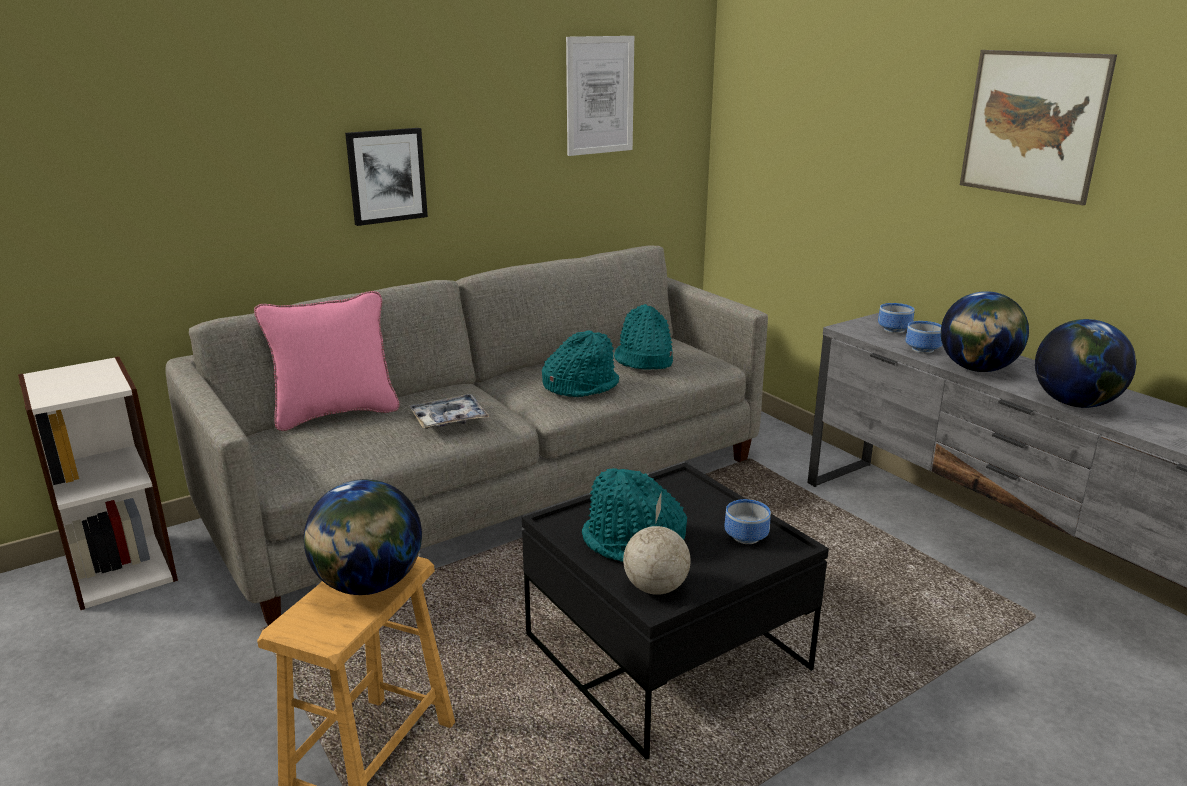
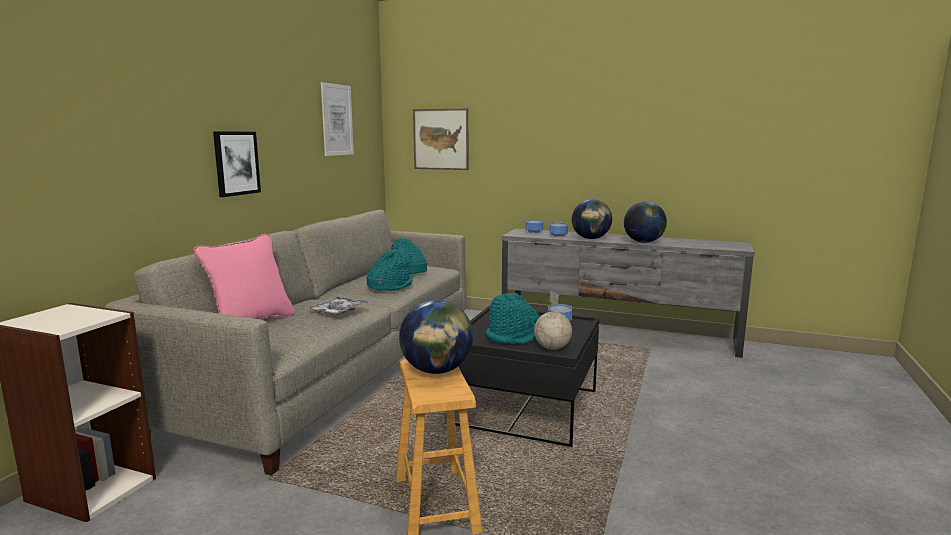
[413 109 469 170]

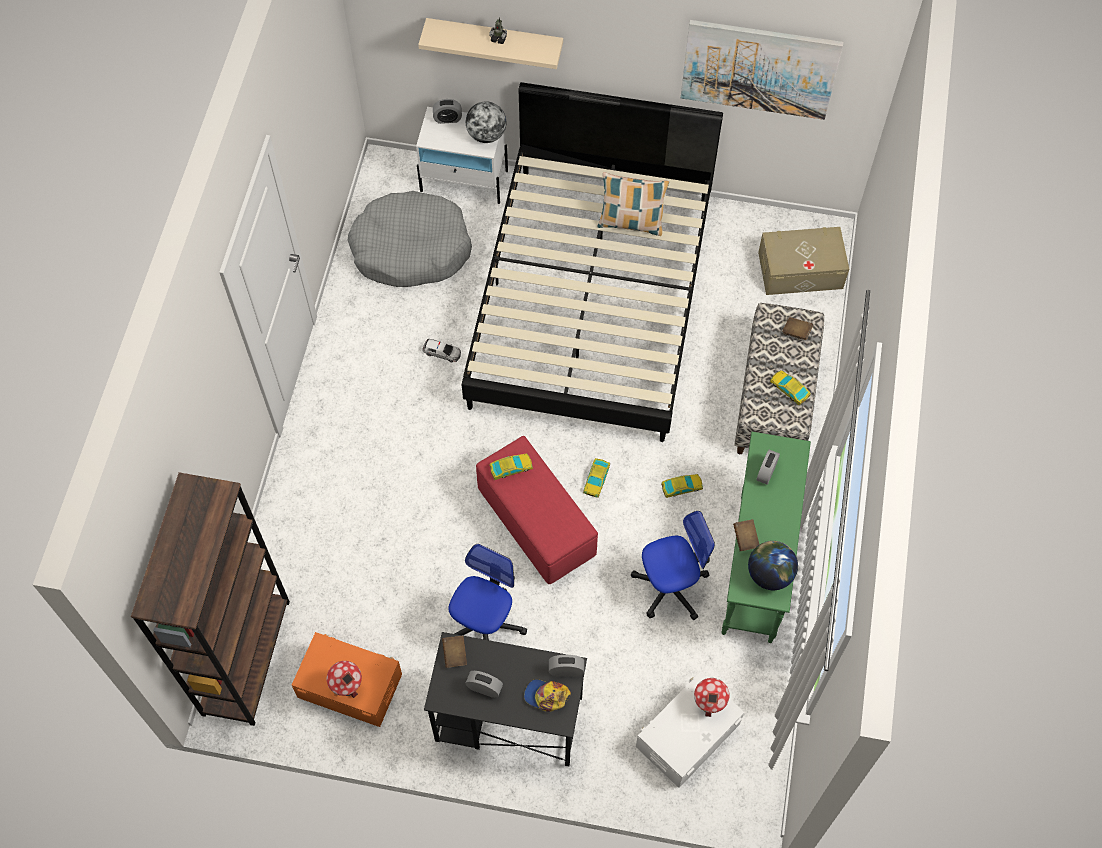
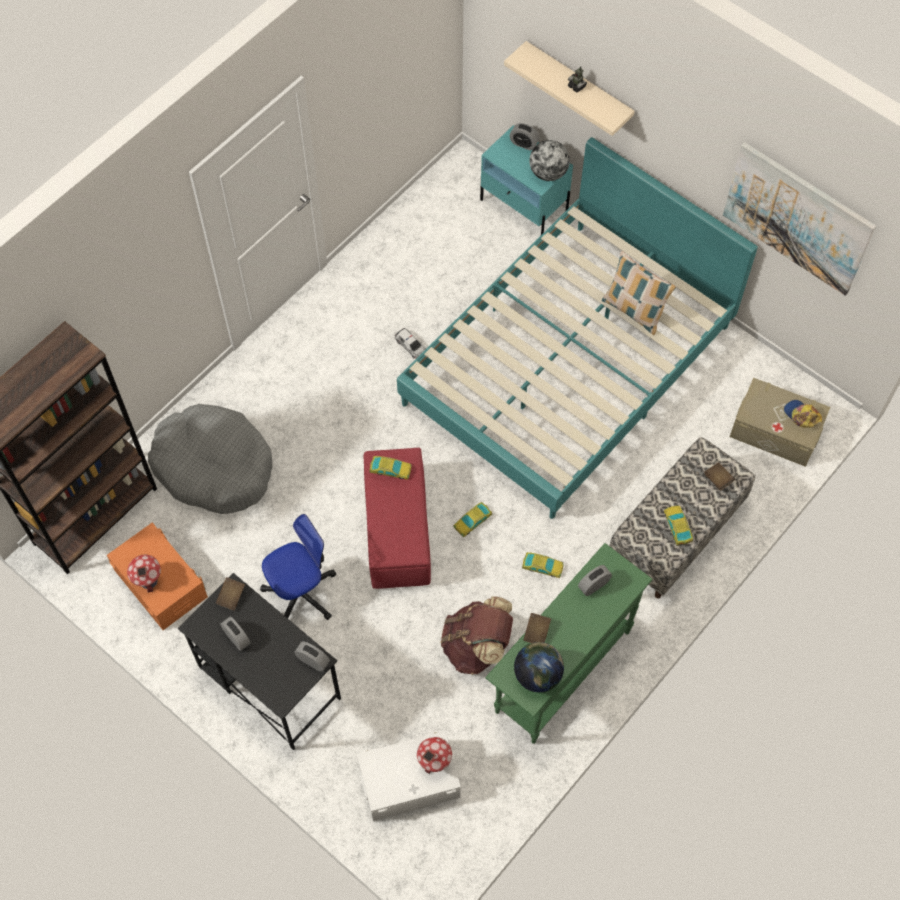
[148 404 272 514]
[784 400 822 428]
[441 596 513 675]
[480 125 573 235]
[397 137 758 519]

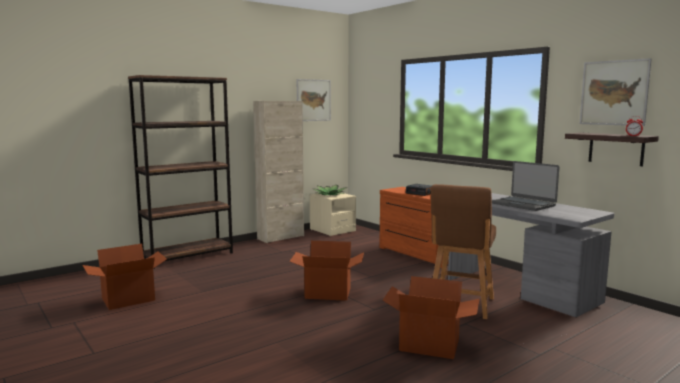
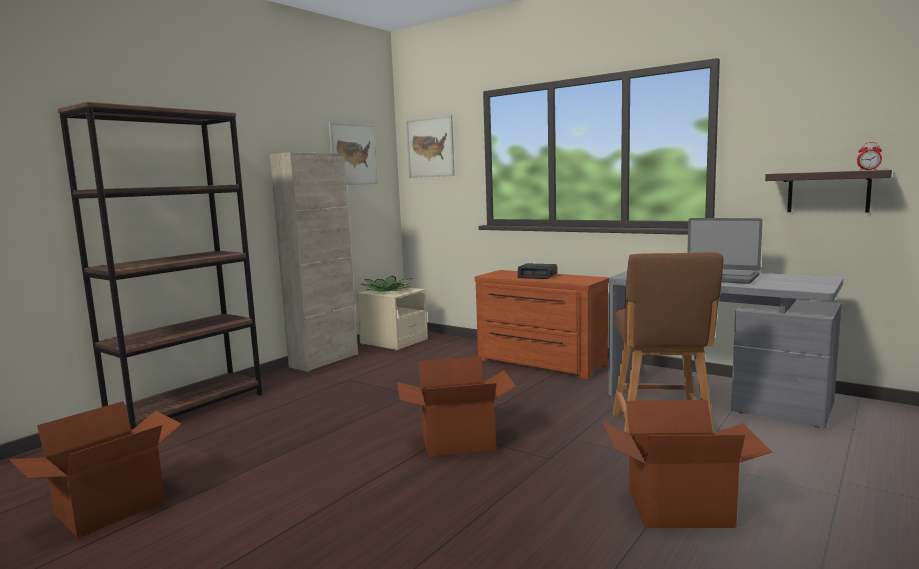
[406 115 455 178]

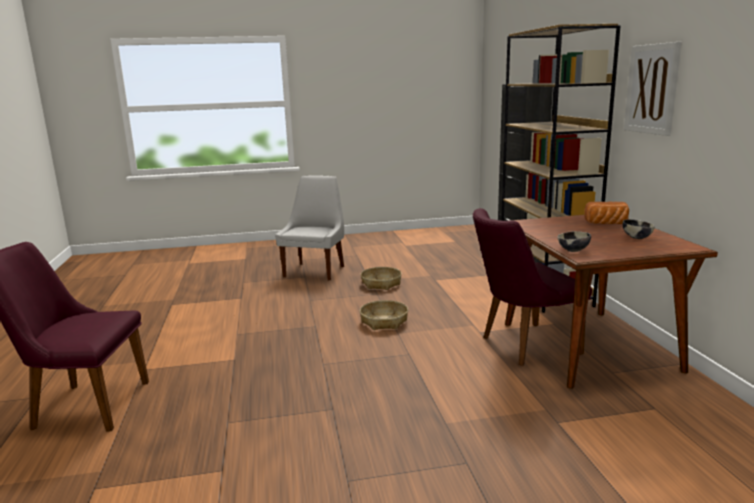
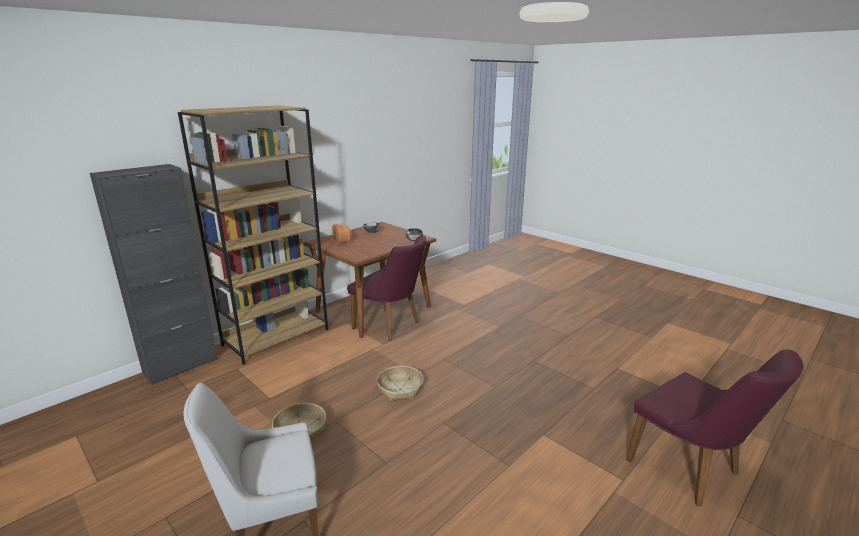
[624 42 682 136] (first image)

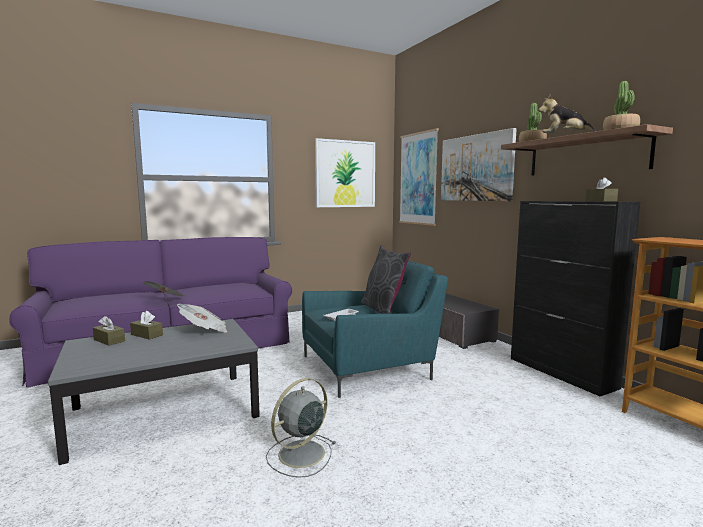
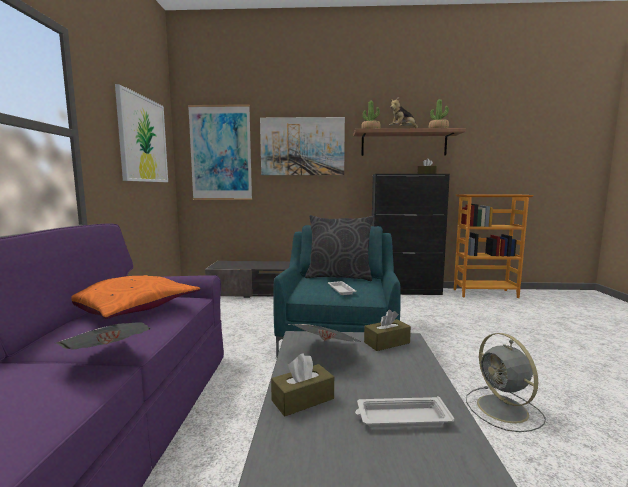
[71 275 200 319]
[355 396 454 427]
[364 310 411 351]

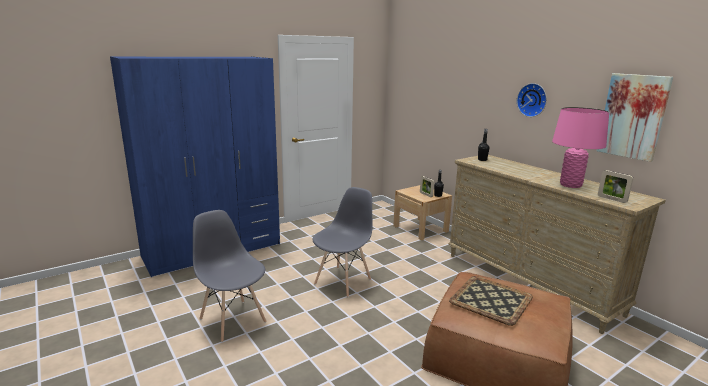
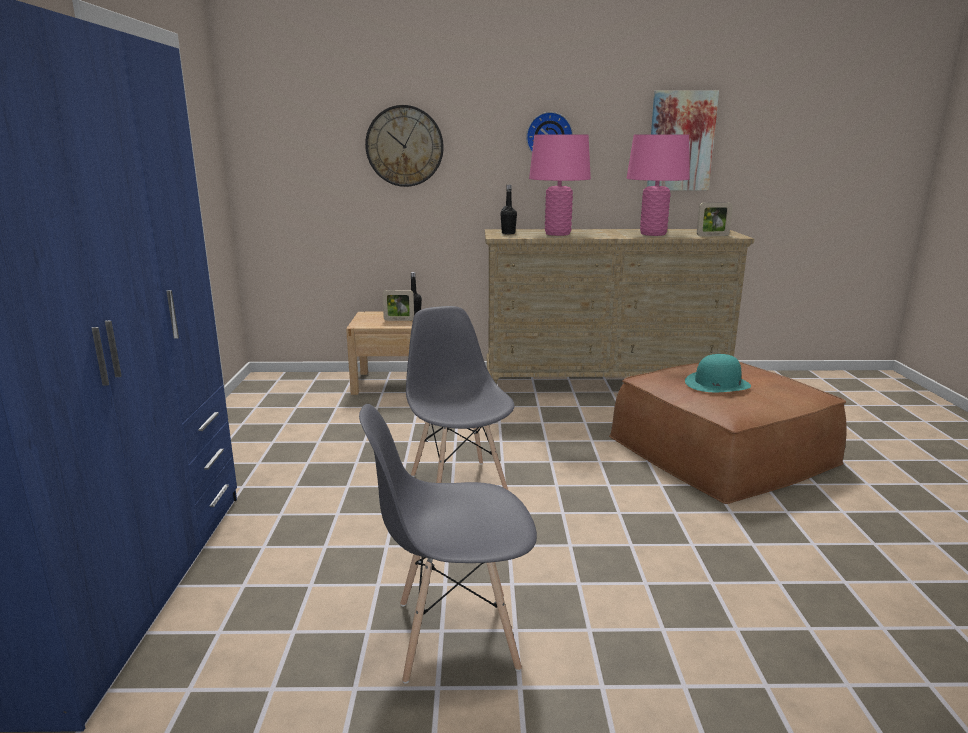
[365 105 444 187]
[529 134 591 236]
[685 354 751 392]

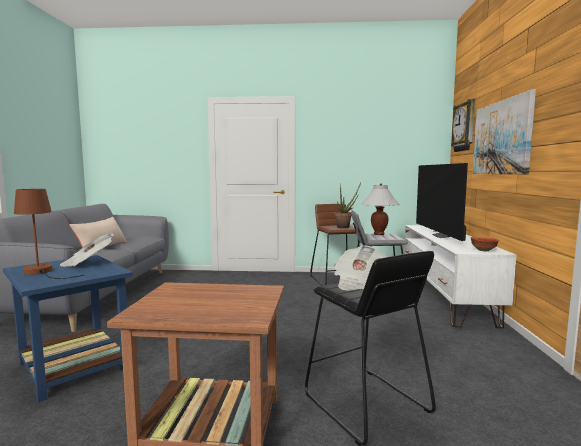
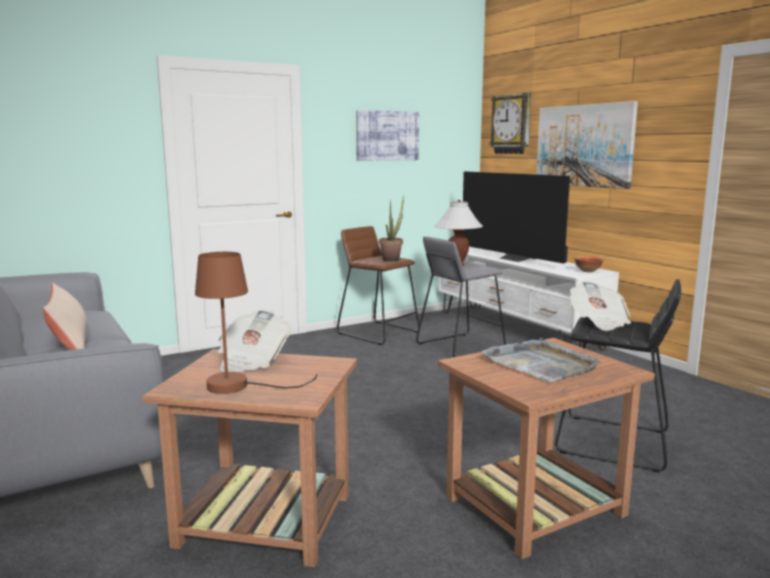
[356 110 419 161]
[482 338 601 382]
[142 349 357 567]

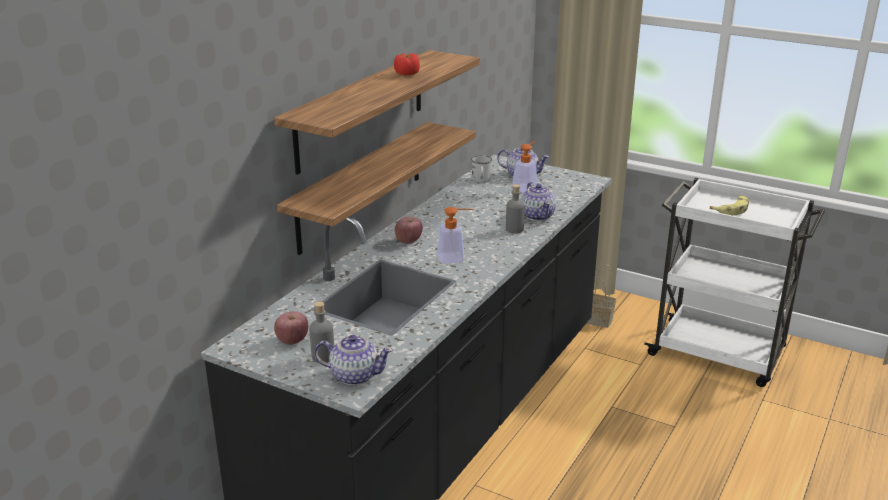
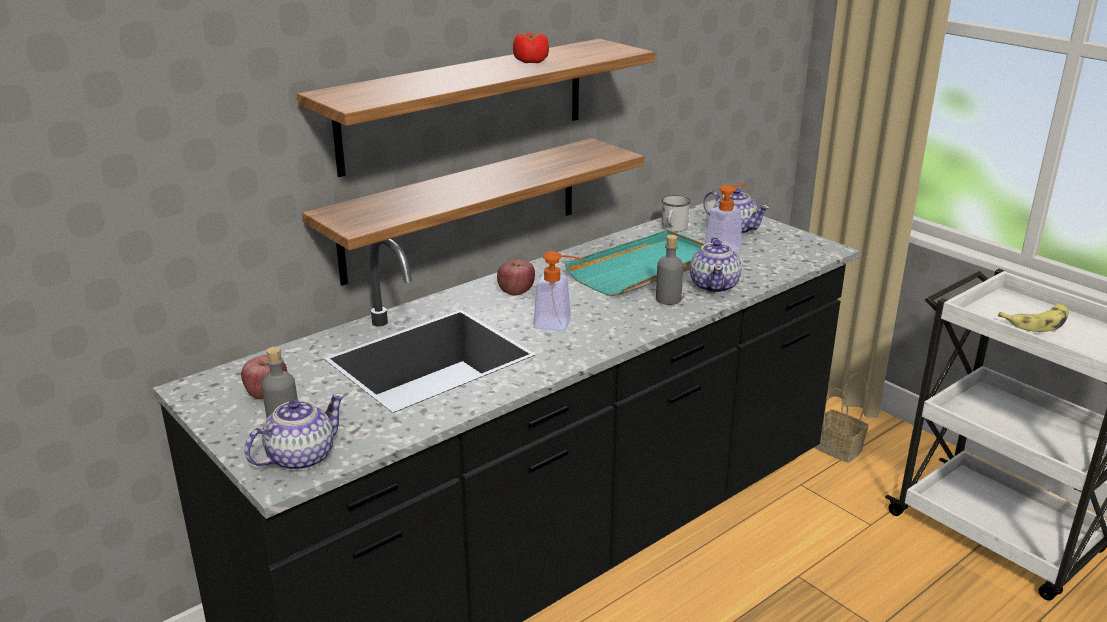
[565 230 704 296]
[245 393 345 471]

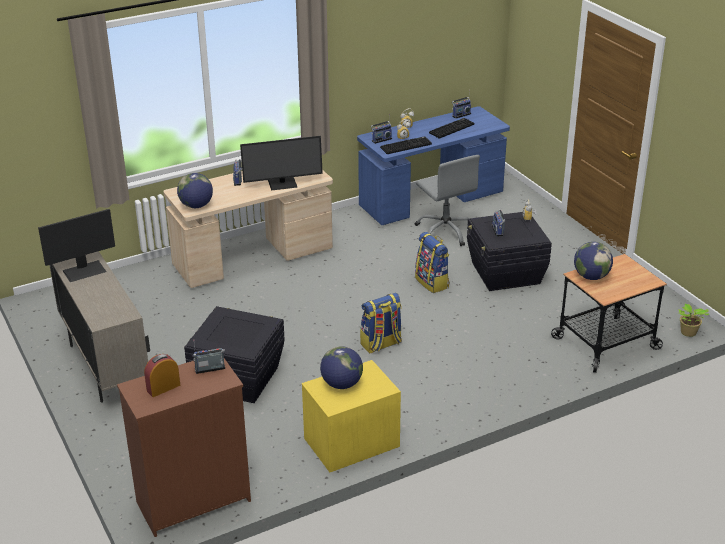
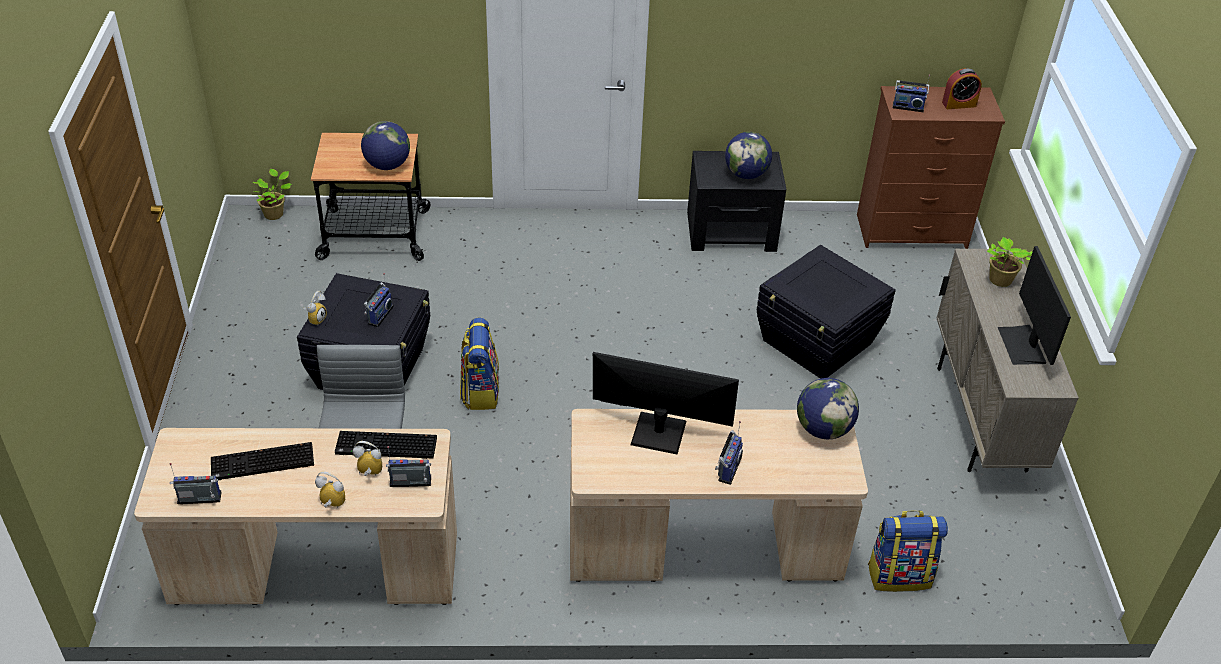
[987 237 1033 287]
[868 510 948 592]
[687 151 786 252]
[134 428 457 605]
[998 246 1071 365]

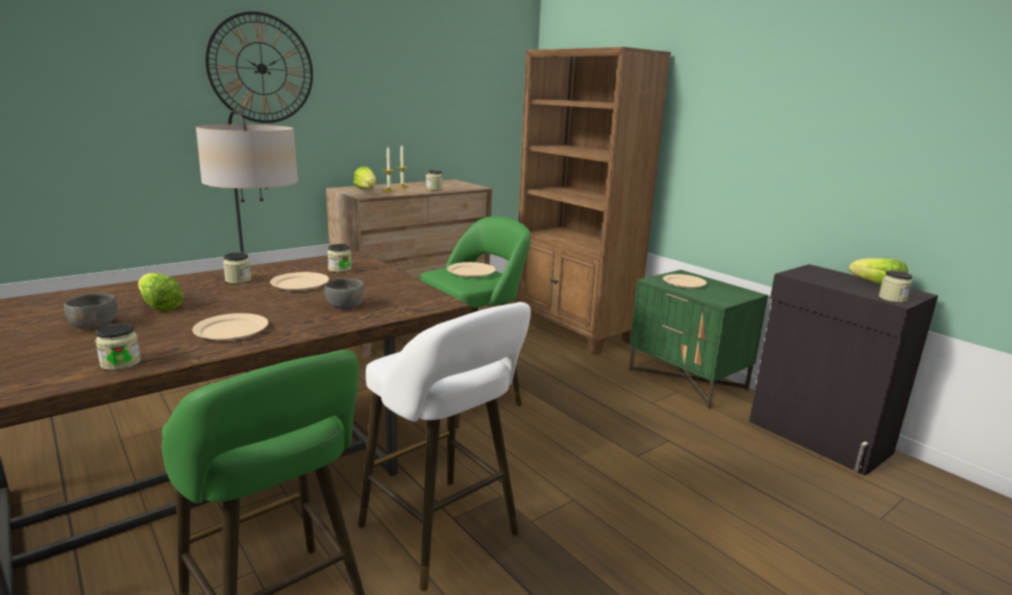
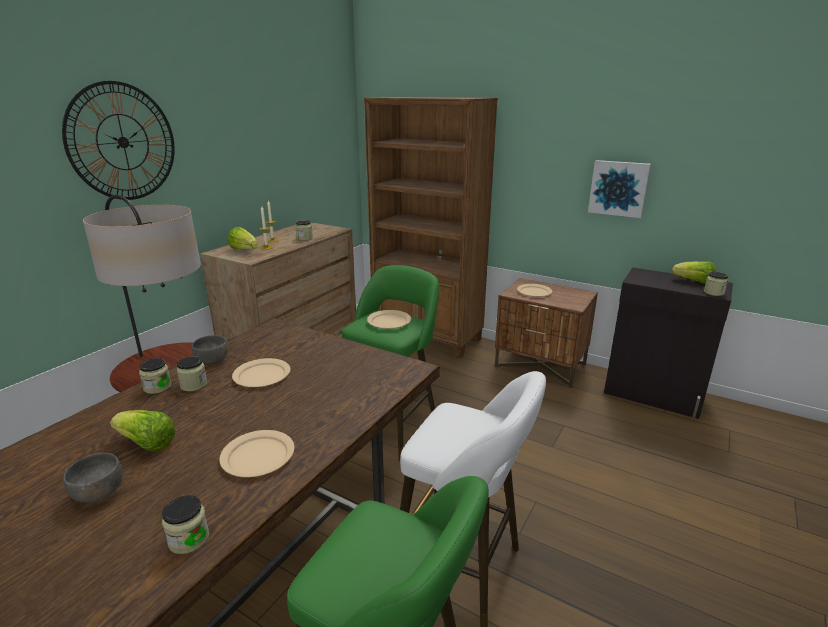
[588 160 651 218]
[191 335 228 364]
[139 358 171 394]
[495 278 598 388]

